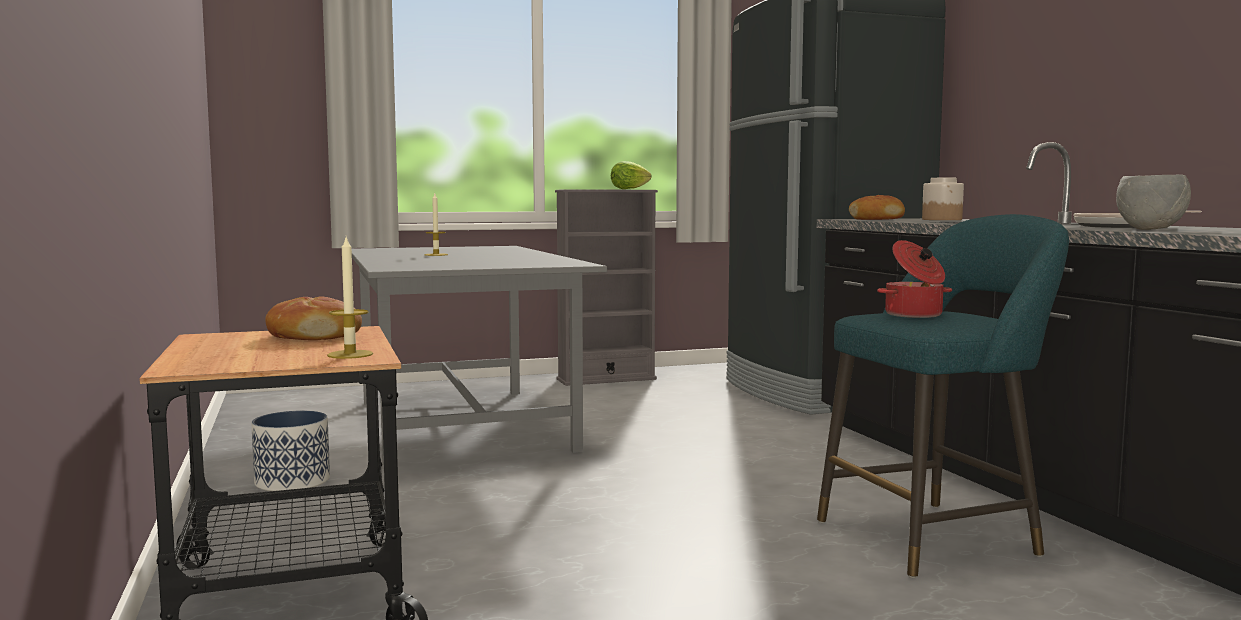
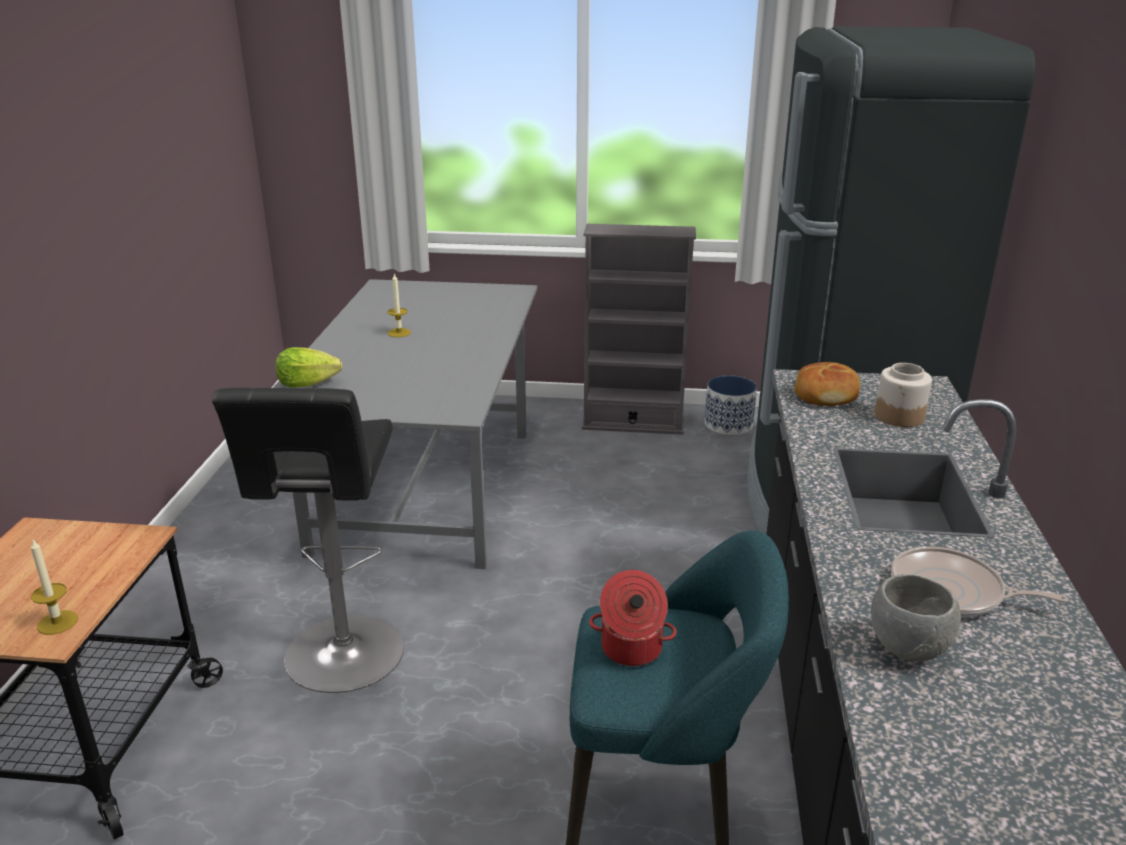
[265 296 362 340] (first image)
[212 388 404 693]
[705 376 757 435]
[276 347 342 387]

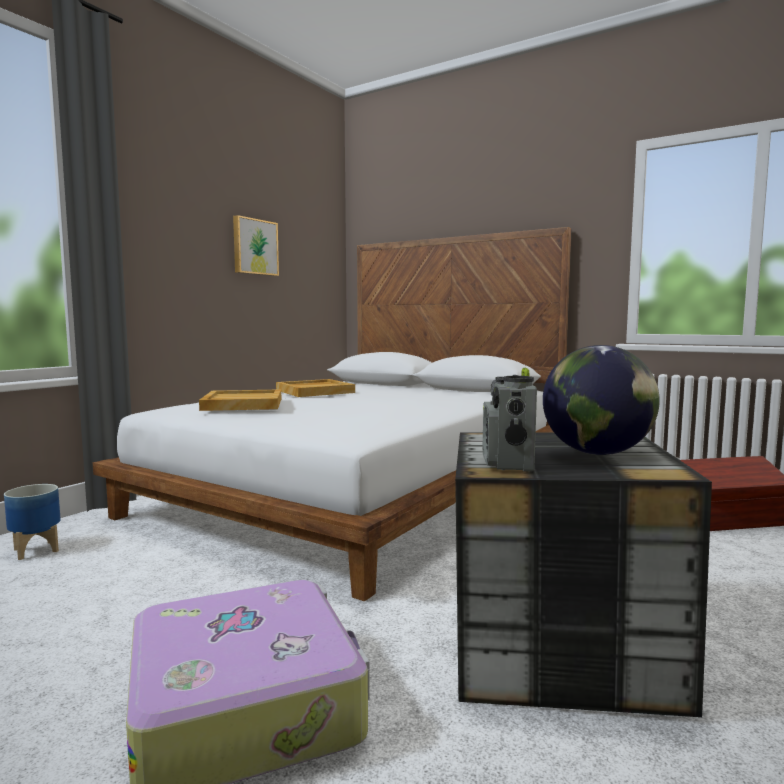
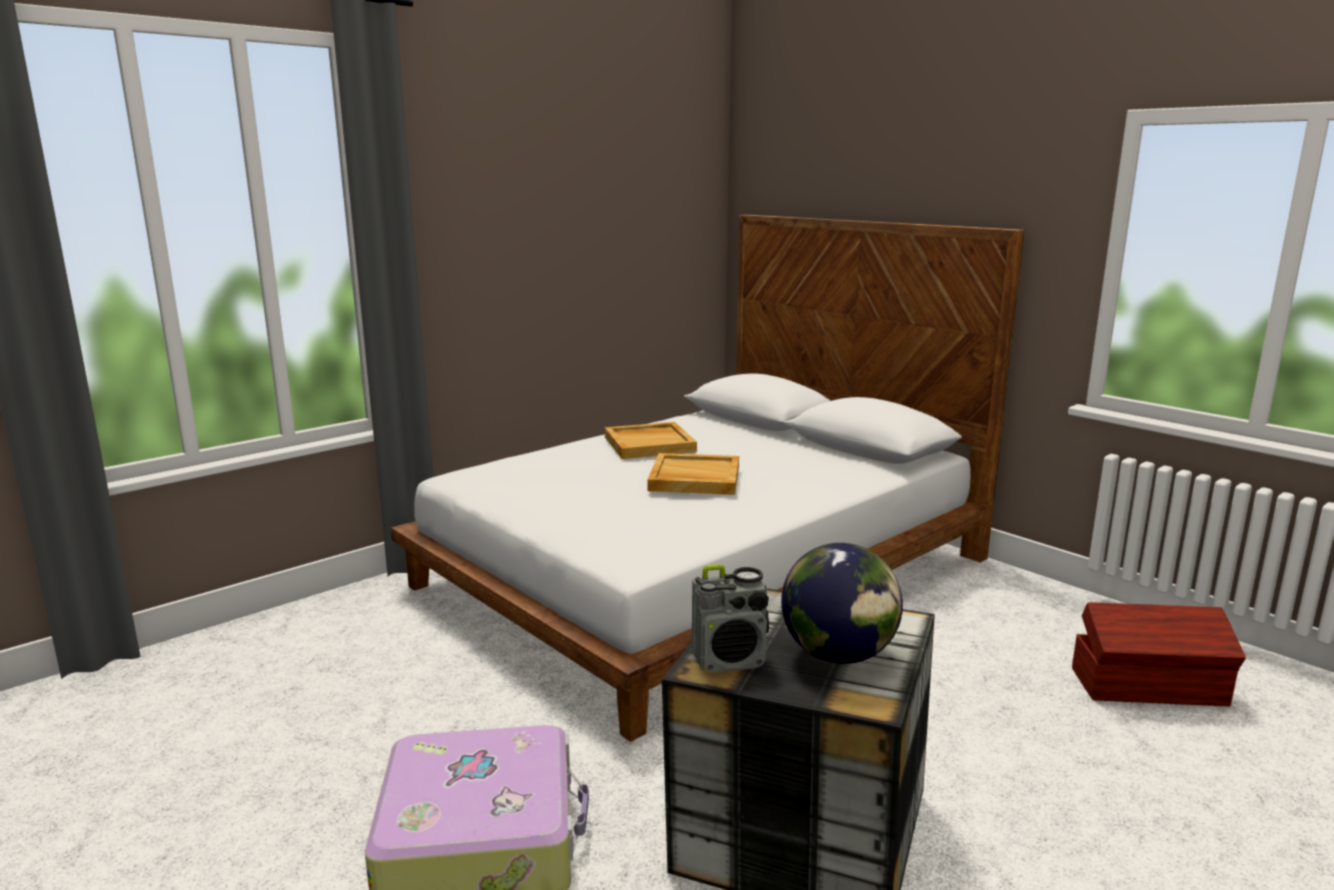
[4 484 61 560] (first image)
[233 215 279 276] (first image)
[647 453 739 495]
[692 564 769 672]

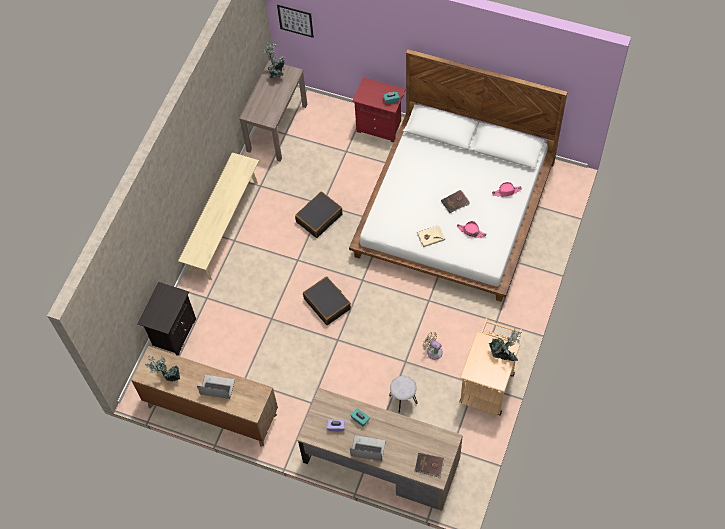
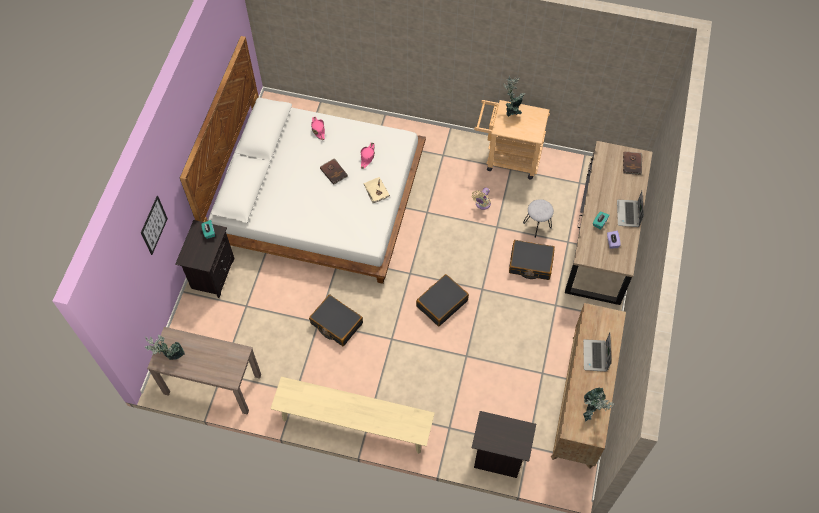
[509 240 555 280]
[141 196 168 255]
[175 220 235 298]

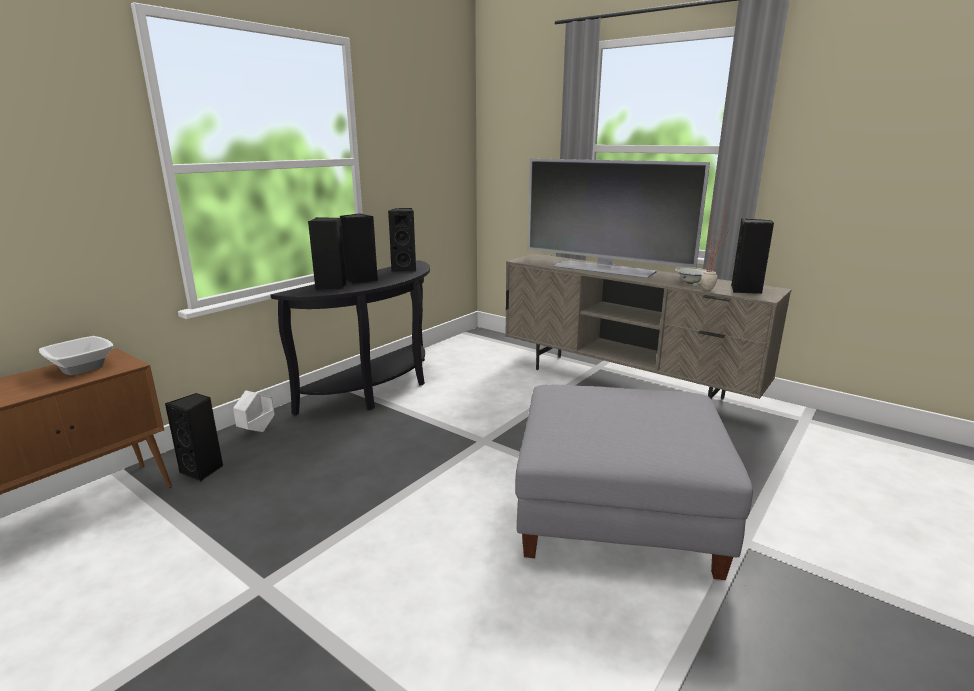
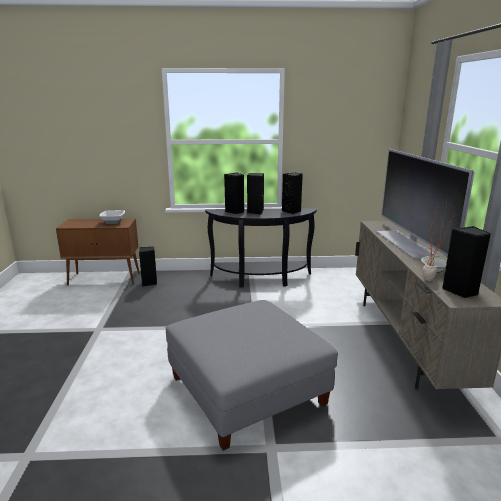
[233 391 275 432] (first image)

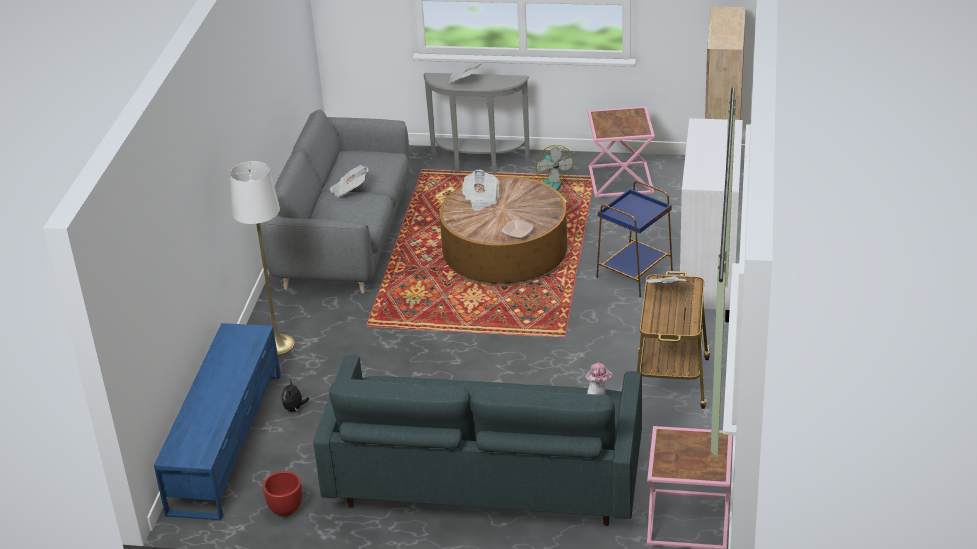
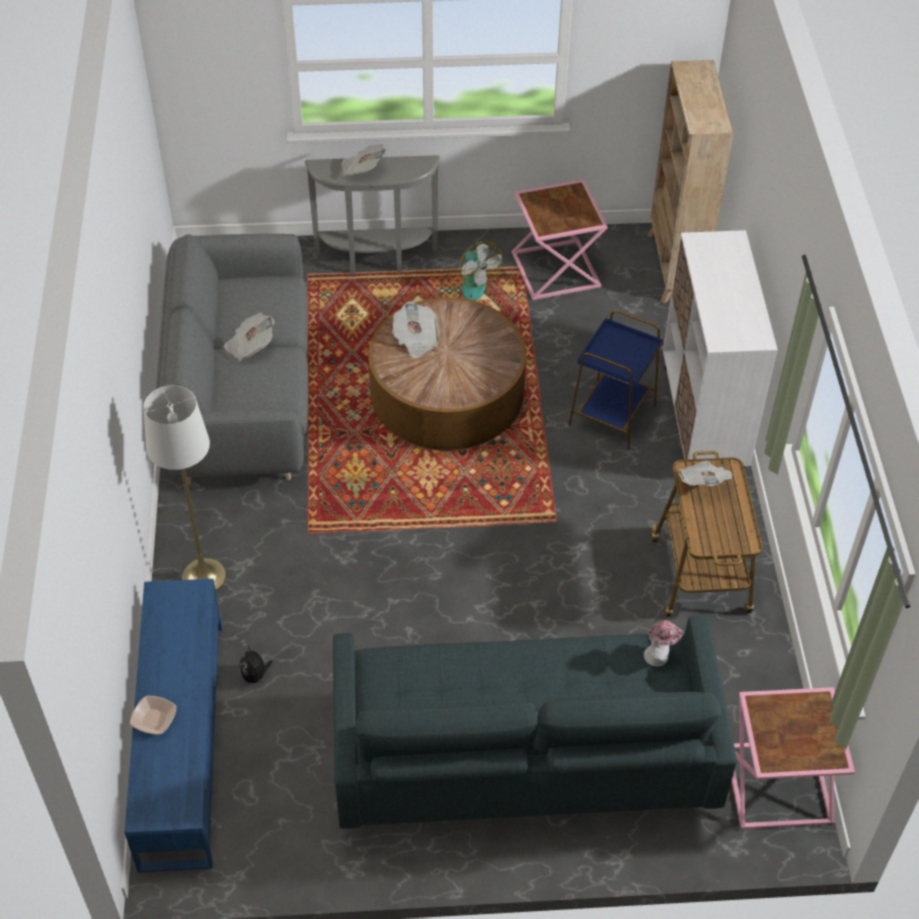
[263 471 302 516] (first image)
[130 696 176 735]

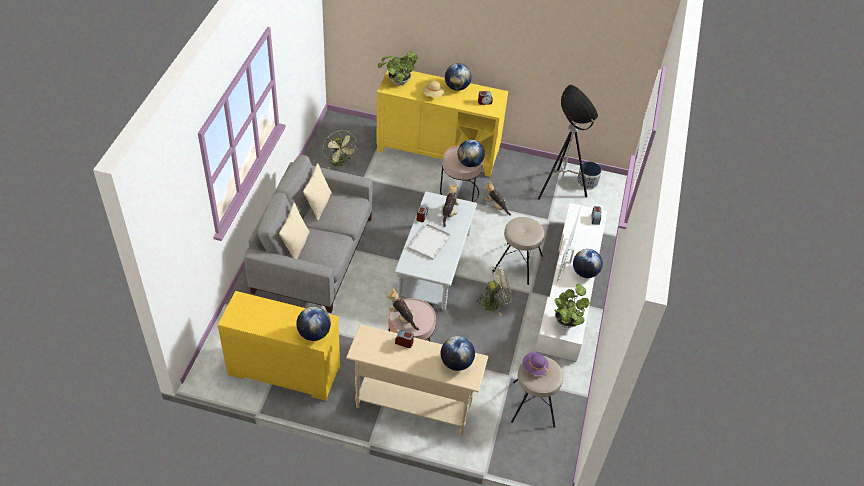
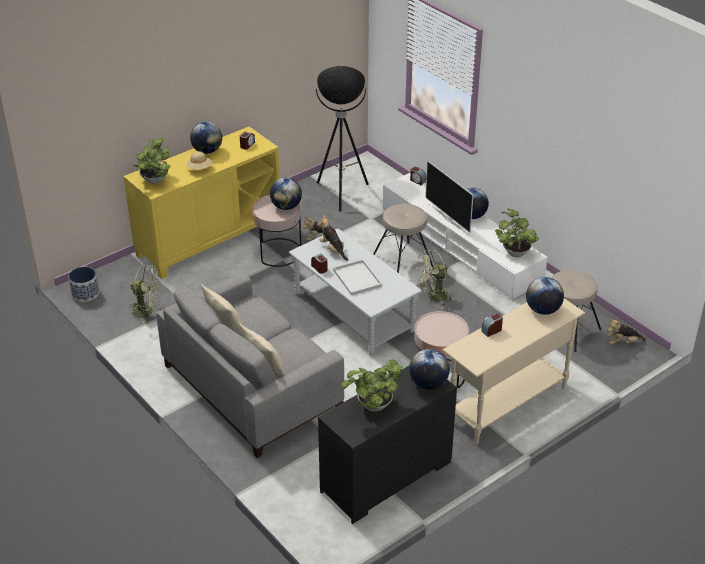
[522 352 549 375] (first image)
[341 360 402 412]
[607 319 646 344]
[68 267 99 302]
[318 366 457 524]
[416 250 454 306]

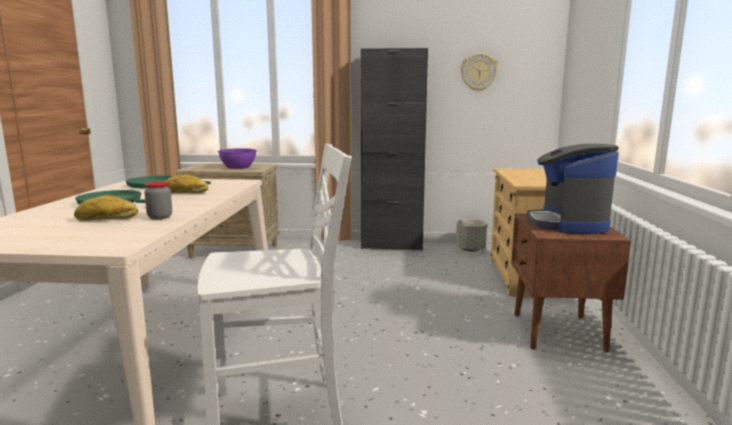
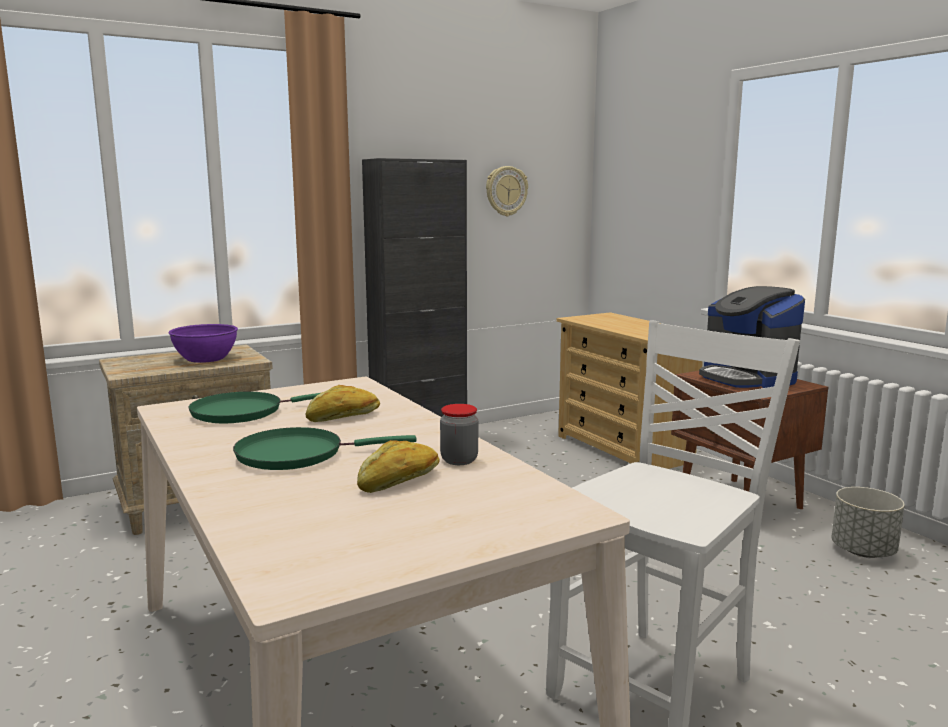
[831 487 905 558]

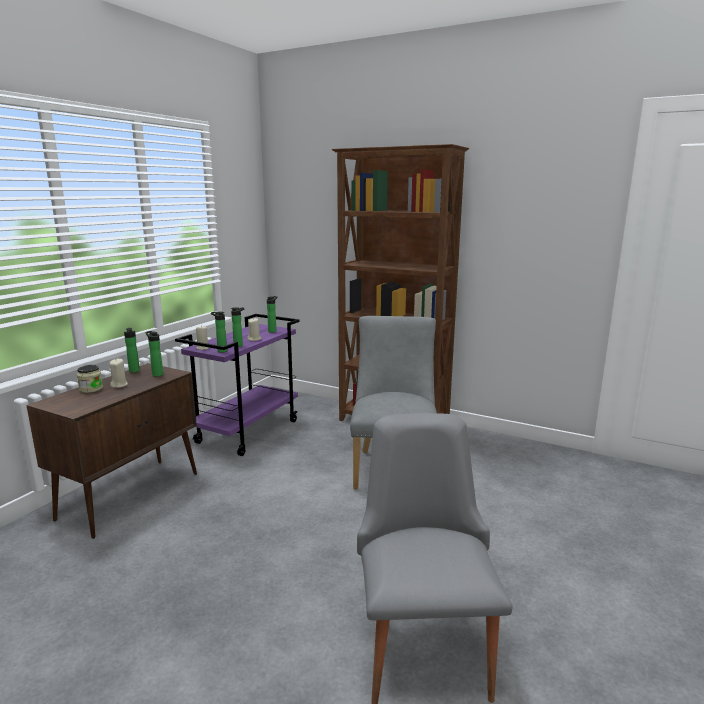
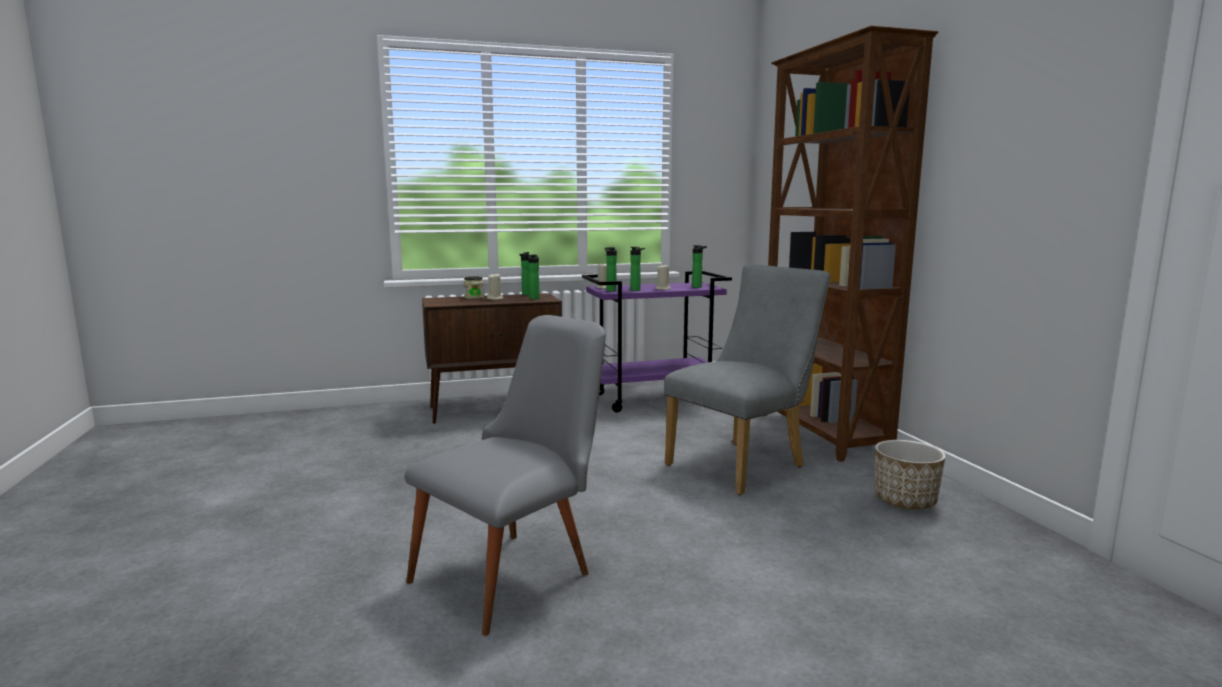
[875 440 946 509]

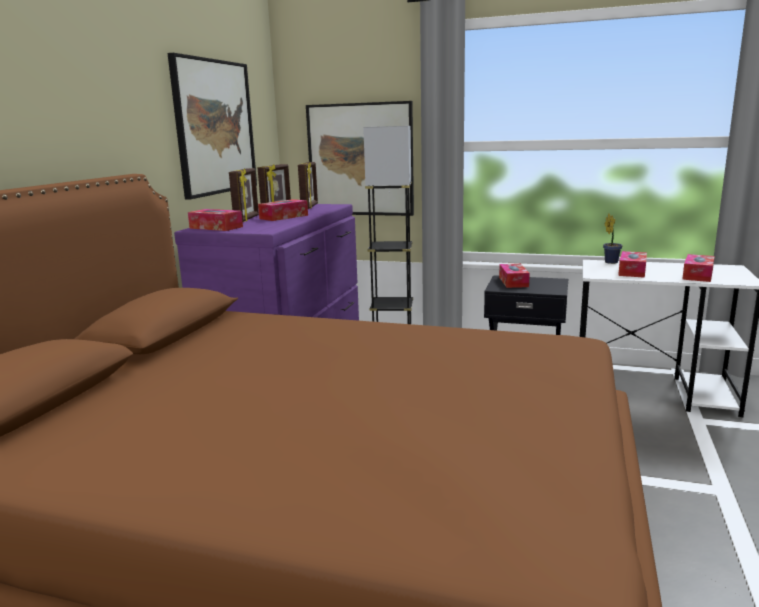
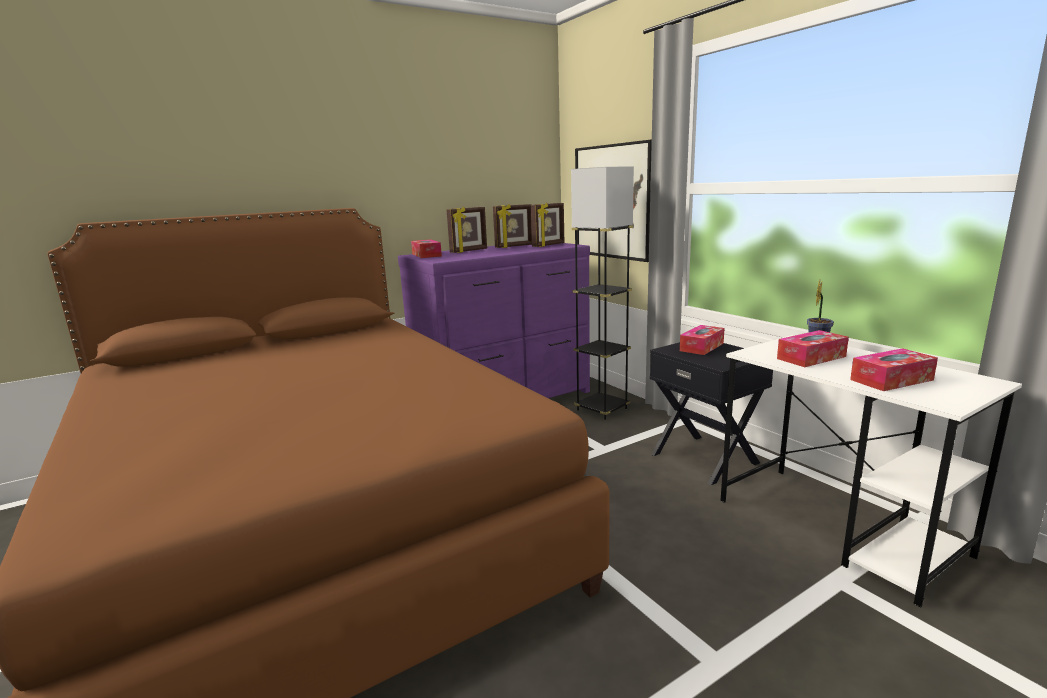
[168 53 257 200] (first image)
[258 199 308 221] (first image)

